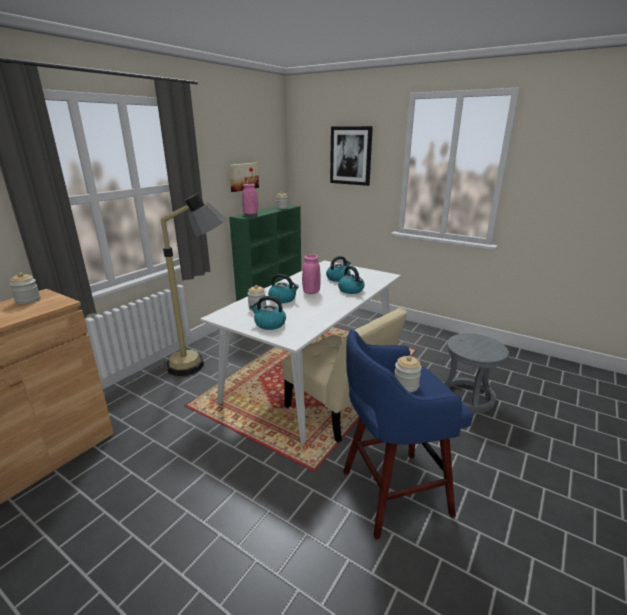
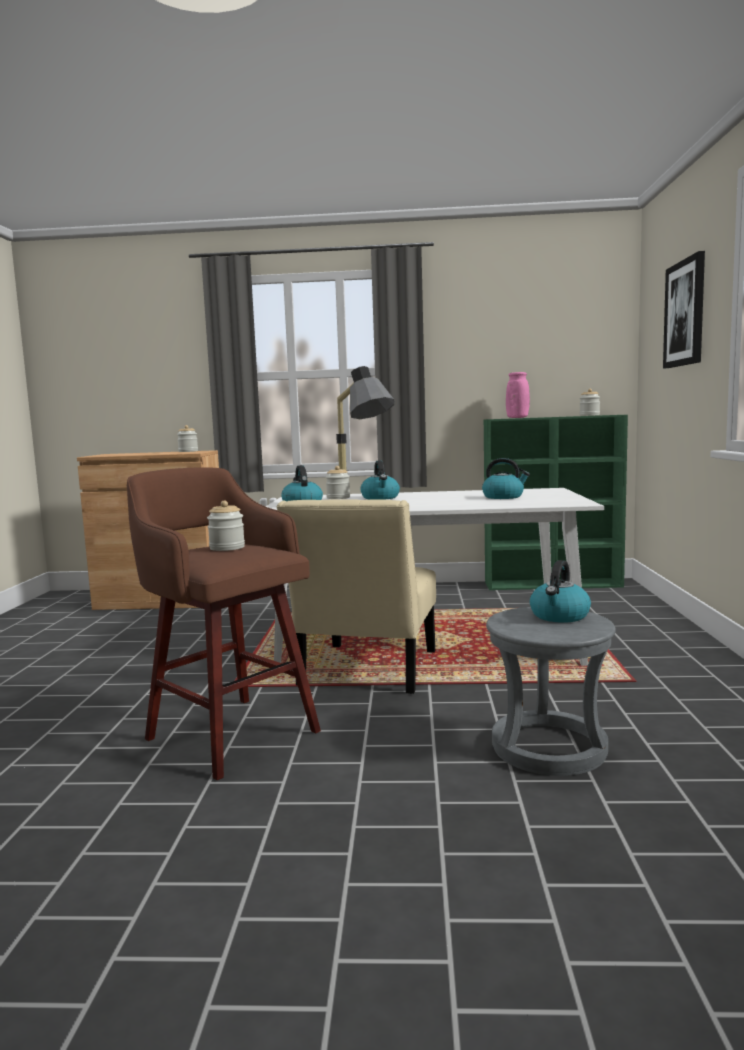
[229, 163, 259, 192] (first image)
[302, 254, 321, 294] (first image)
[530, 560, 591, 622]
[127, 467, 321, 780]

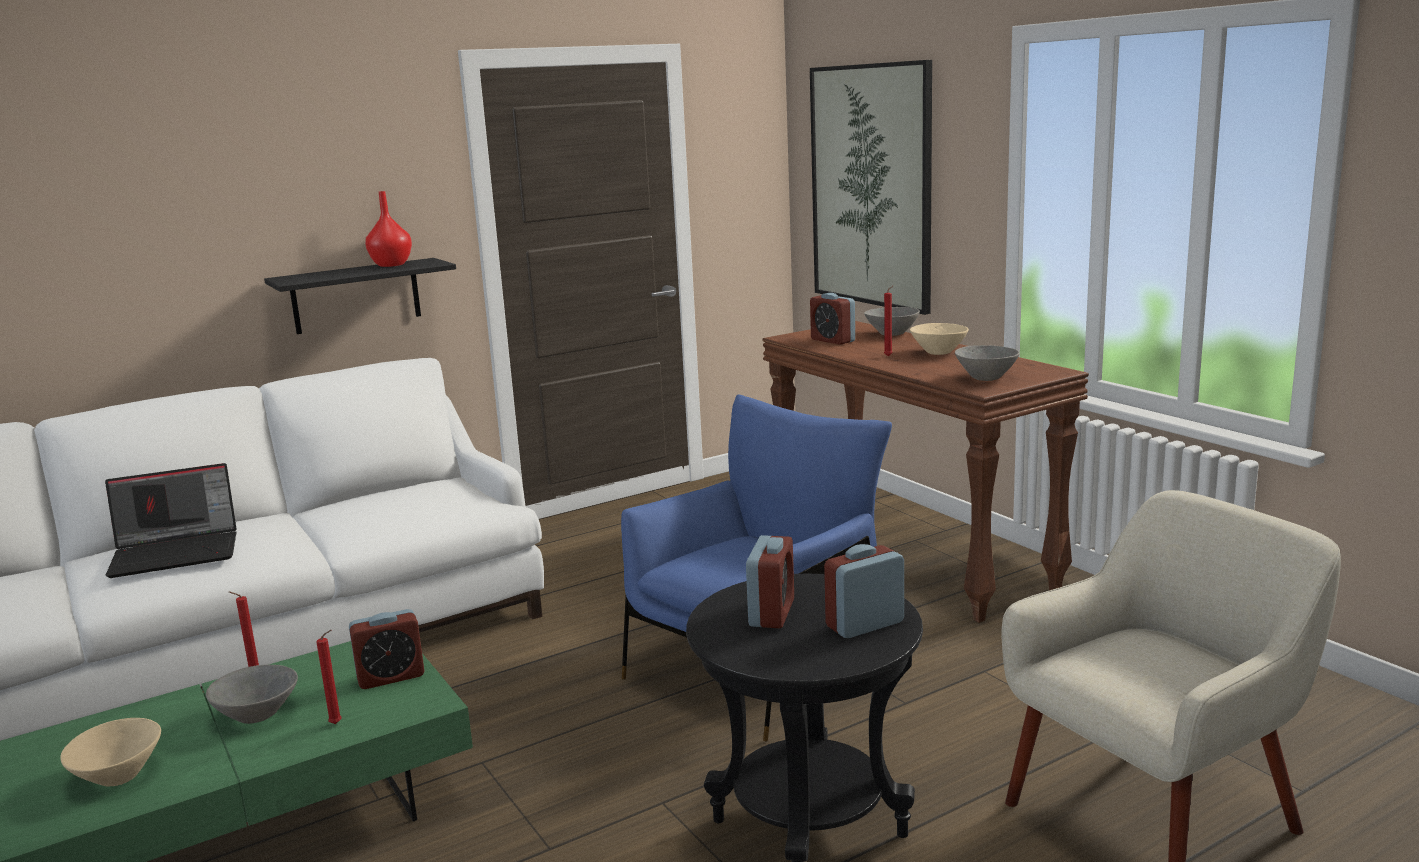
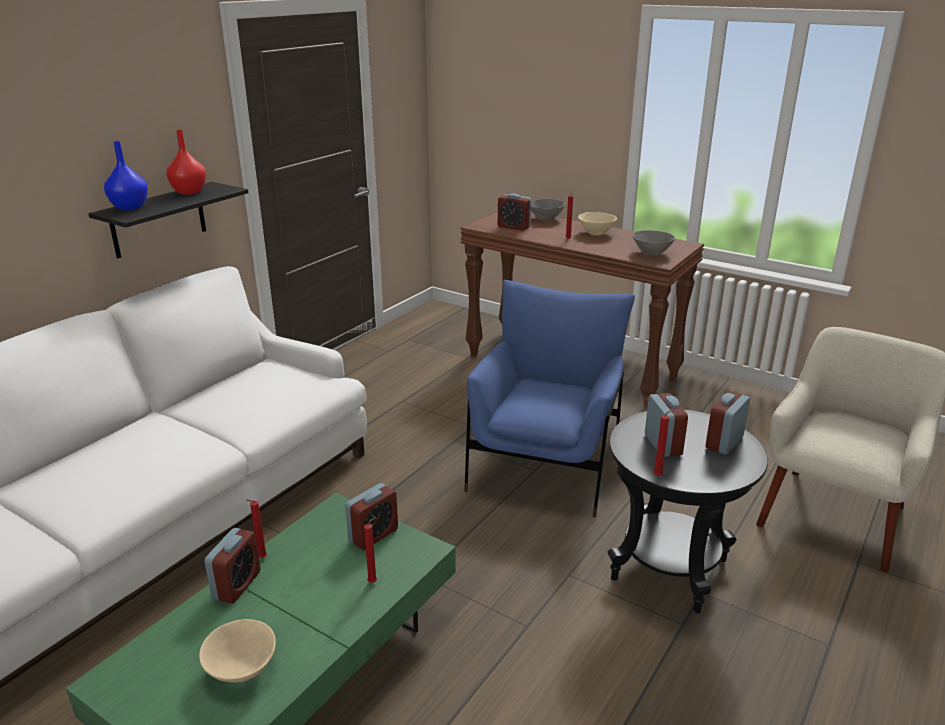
[105, 463, 237, 578] (first image)
[206, 665, 298, 724] (first image)
[810, 60, 932, 315] (first image)
[104, 141, 148, 210]
[204, 528, 261, 604]
[653, 409, 674, 476]

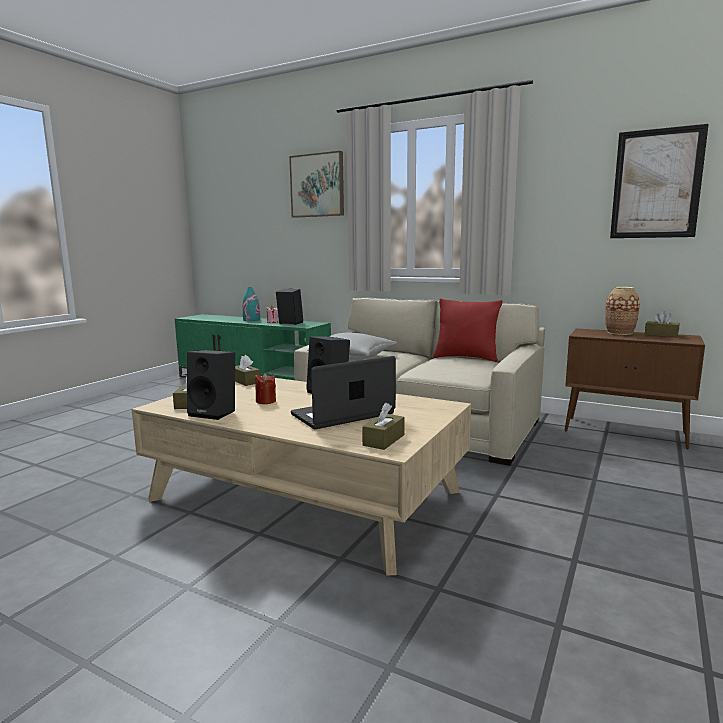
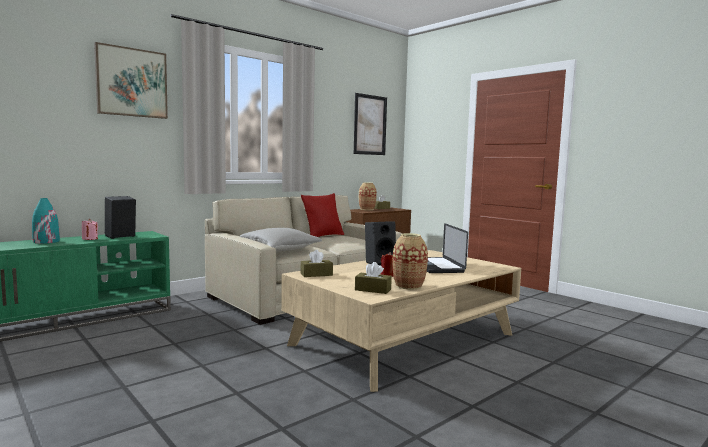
[393, 233, 428, 290]
[362, 403, 405, 450] (first image)

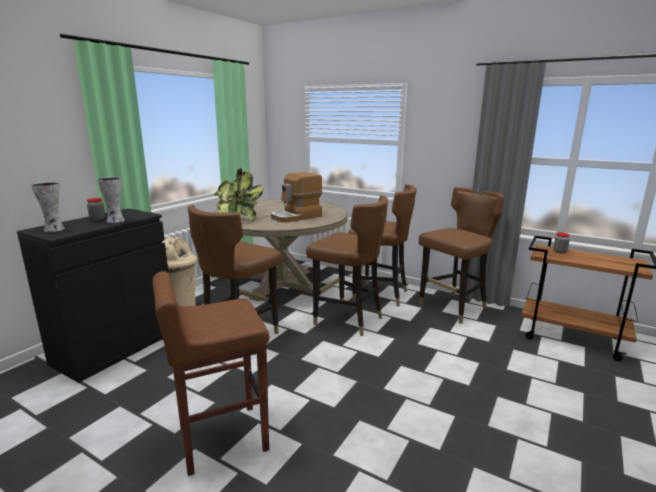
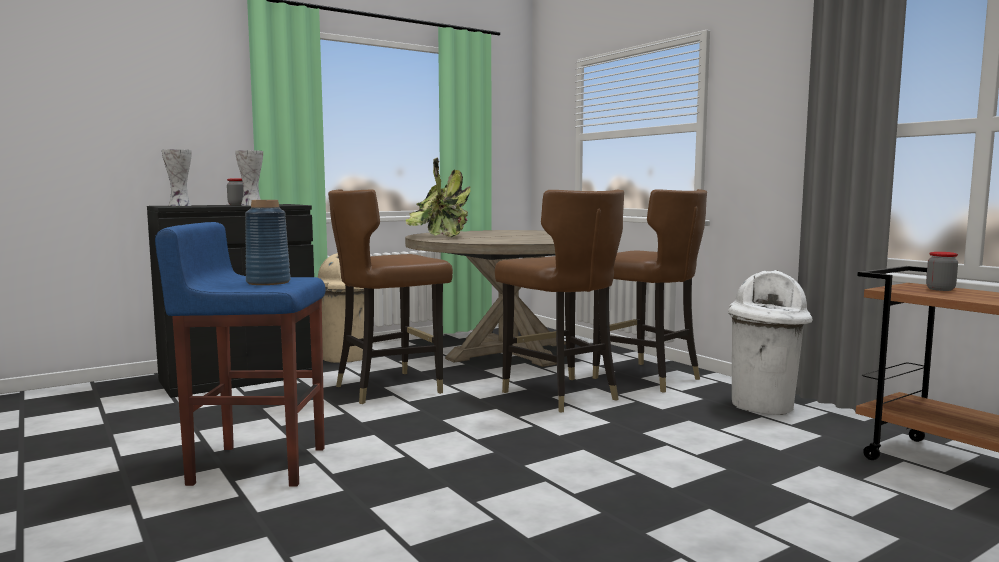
[155, 222, 325, 486]
[271, 172, 322, 223] (first image)
[728, 270, 813, 415]
[245, 200, 291, 285]

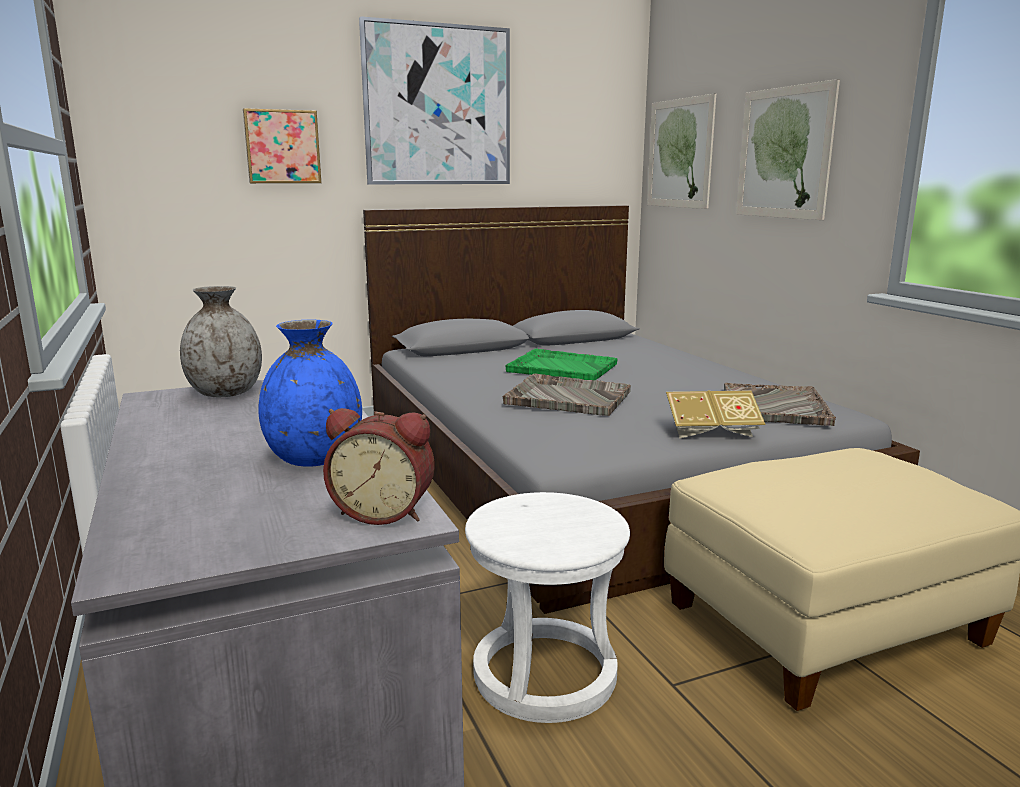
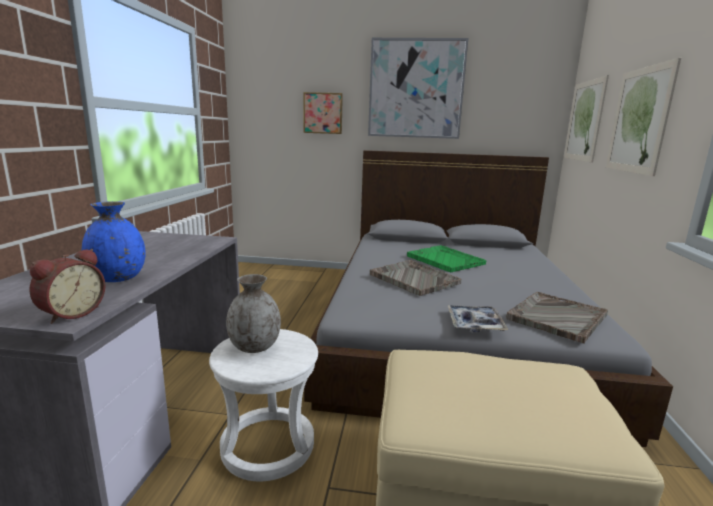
[226, 274, 281, 353]
[29, 249, 106, 324]
[448, 305, 508, 332]

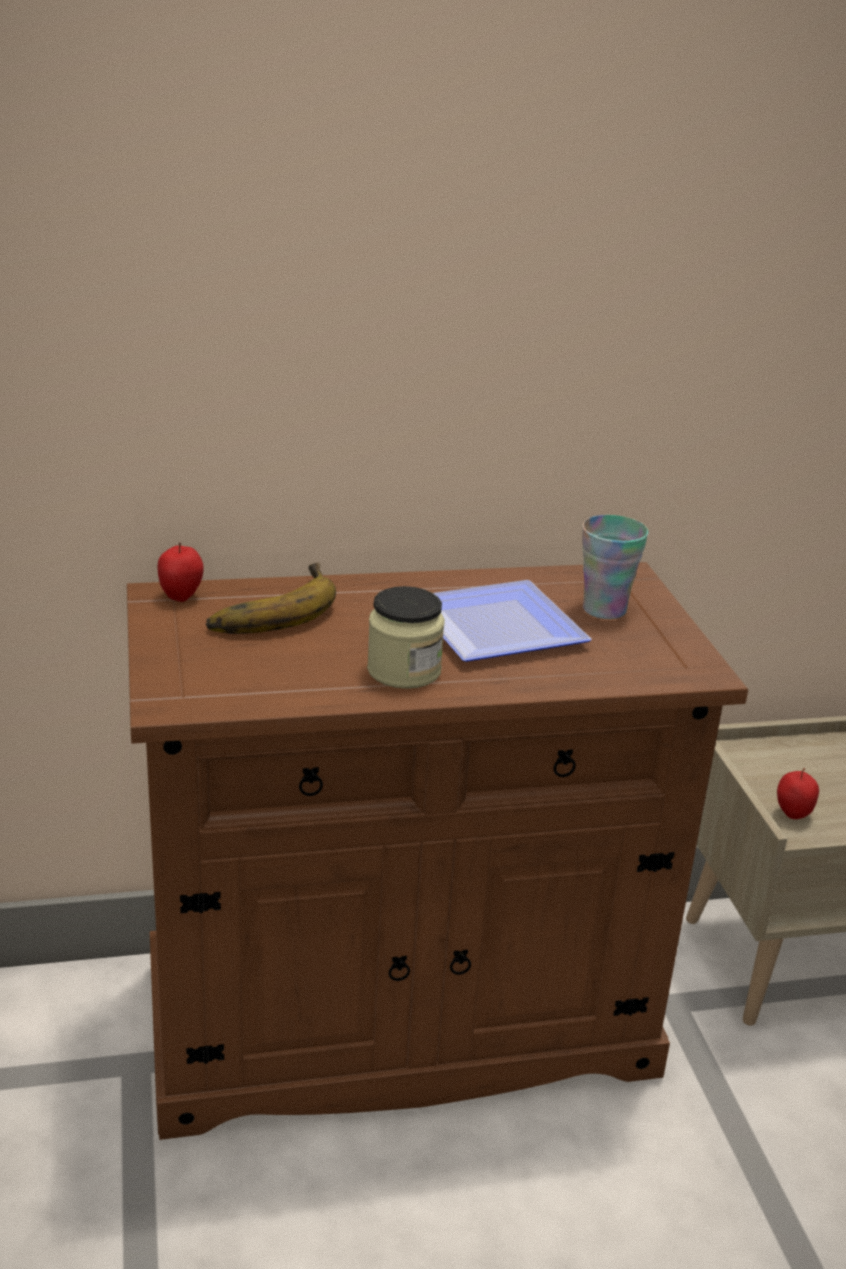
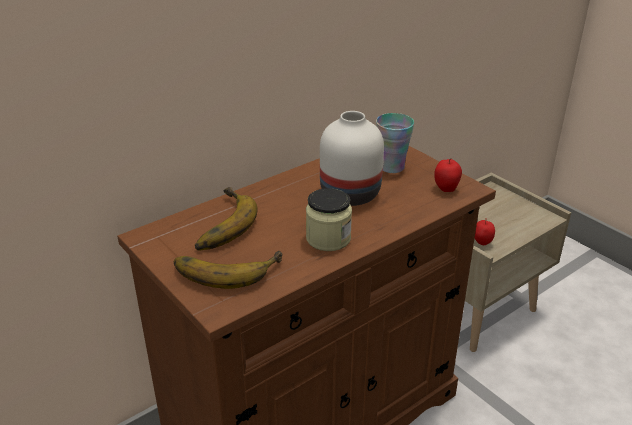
[434, 158, 462, 192]
[320, 111, 384, 206]
[174, 251, 283, 289]

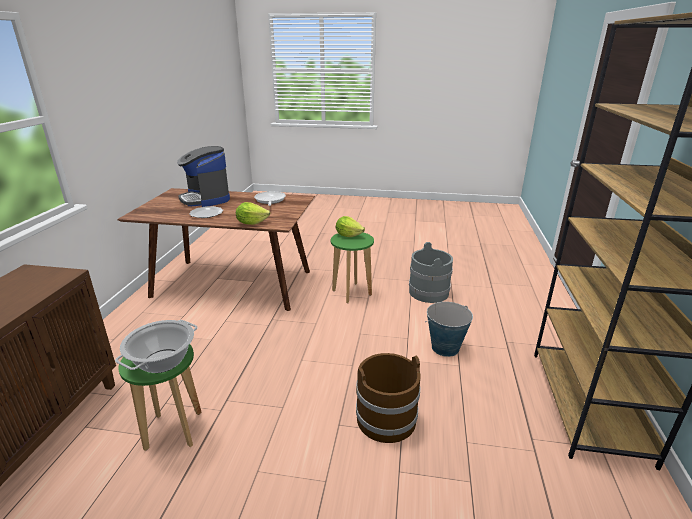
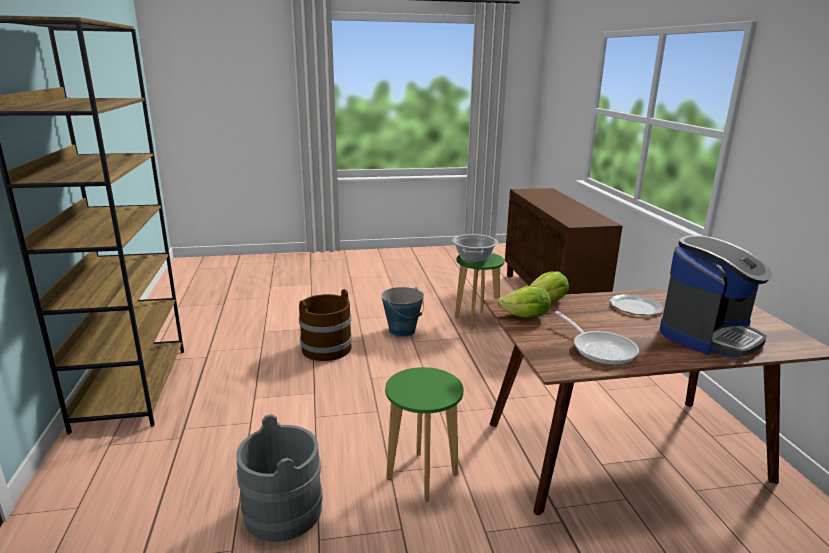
[660, 235, 772, 357]
[497, 286, 551, 318]
[381, 287, 424, 337]

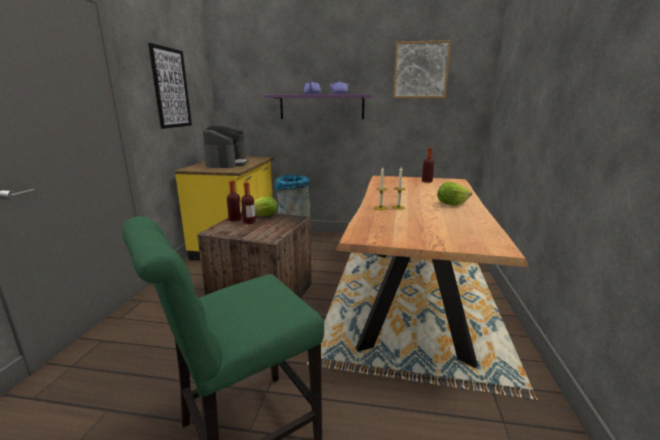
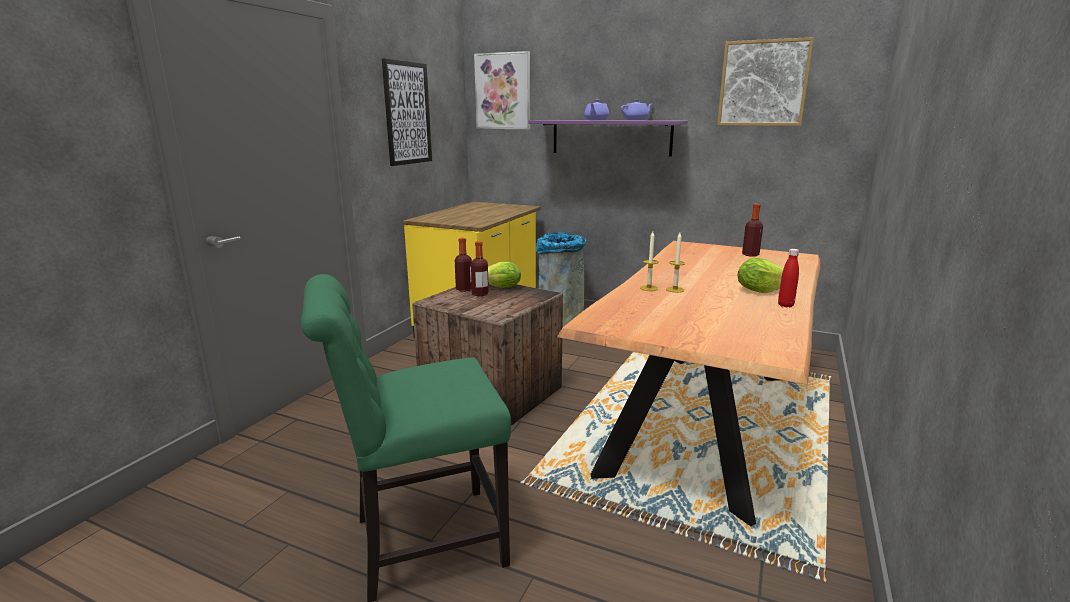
[203, 124, 249, 168] (first image)
[474, 51, 530, 130]
[778, 249, 799, 307]

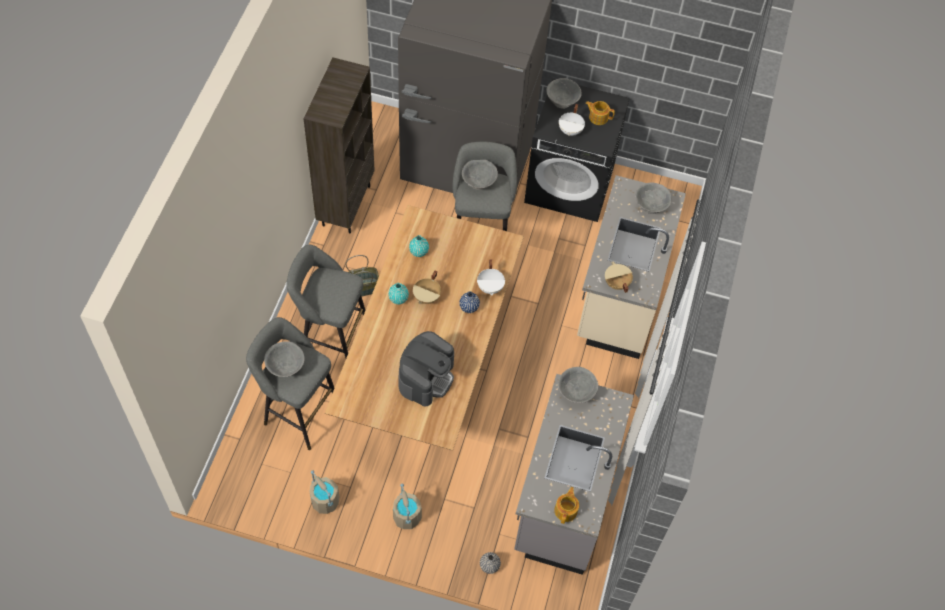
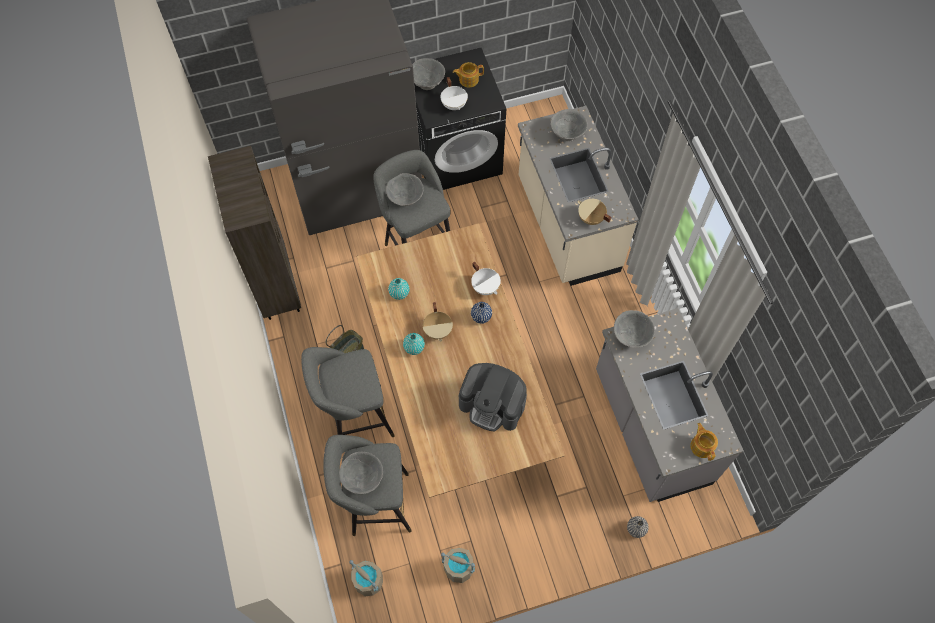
[349, 560, 383, 597]
[459, 363, 527, 432]

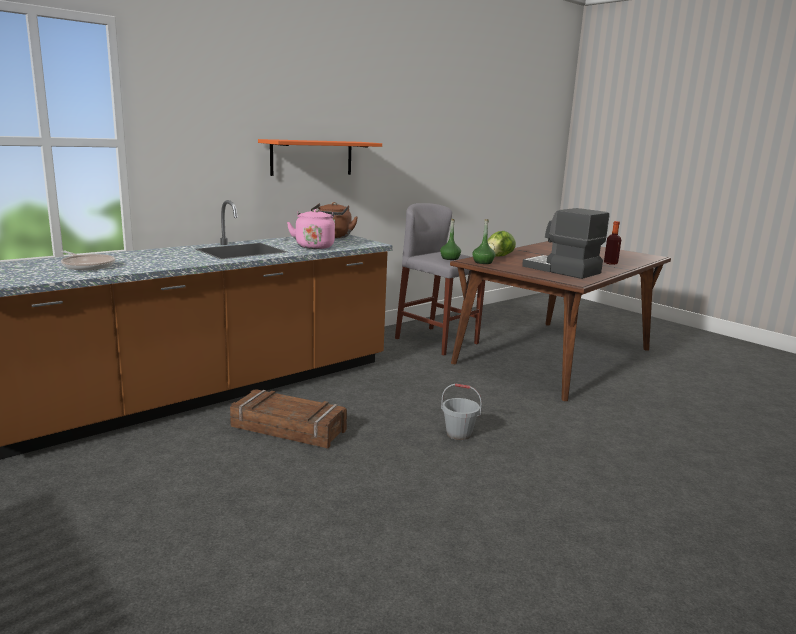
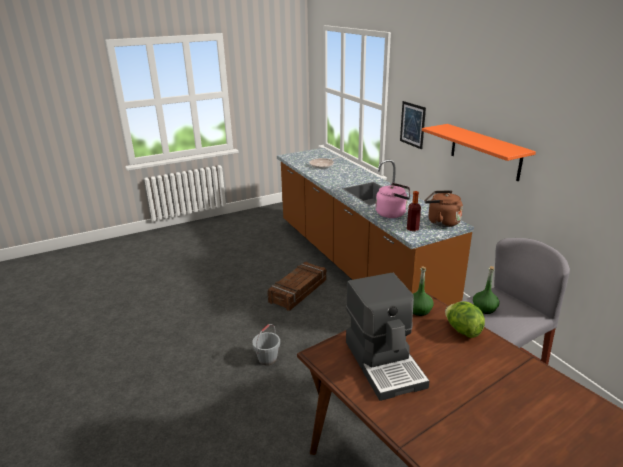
[346, 273, 430, 401]
[407, 191, 421, 231]
[400, 101, 426, 149]

